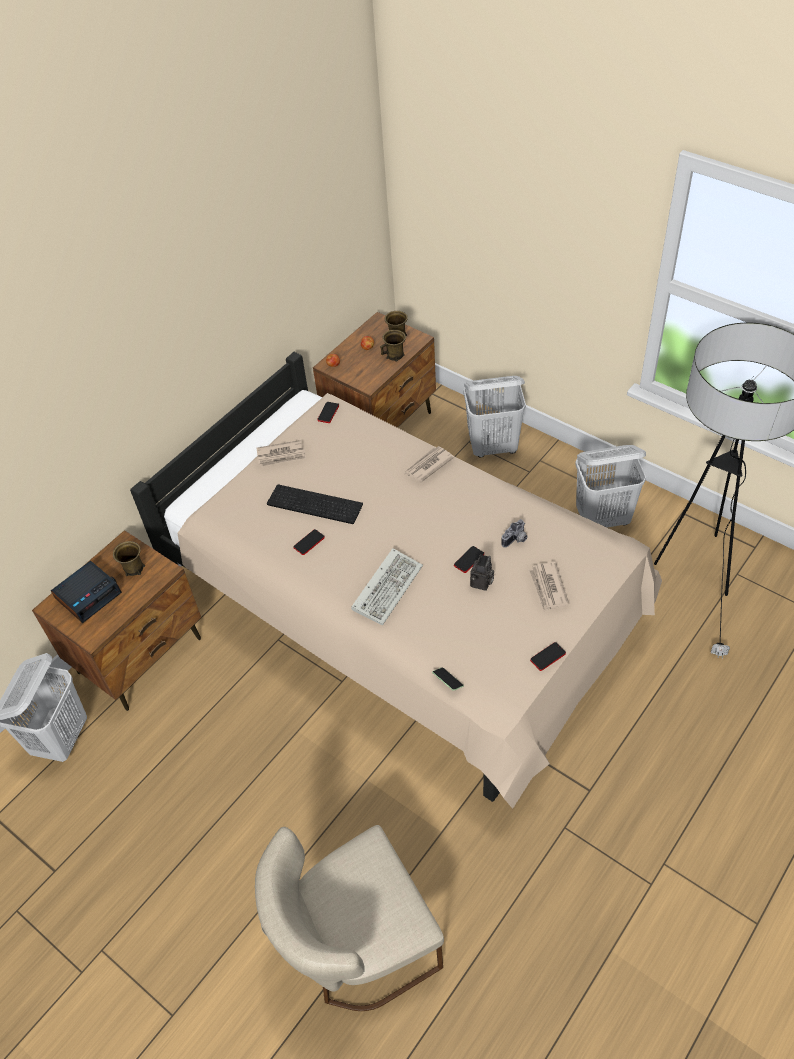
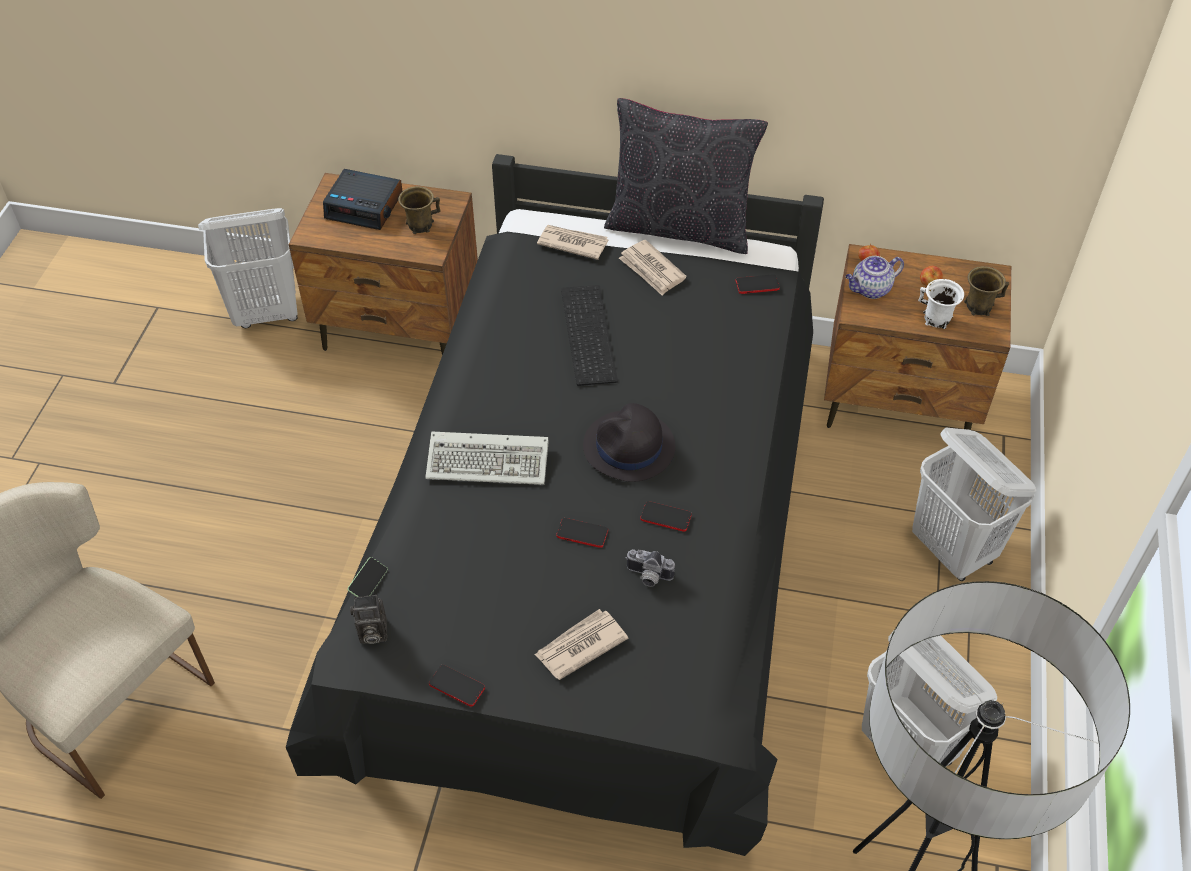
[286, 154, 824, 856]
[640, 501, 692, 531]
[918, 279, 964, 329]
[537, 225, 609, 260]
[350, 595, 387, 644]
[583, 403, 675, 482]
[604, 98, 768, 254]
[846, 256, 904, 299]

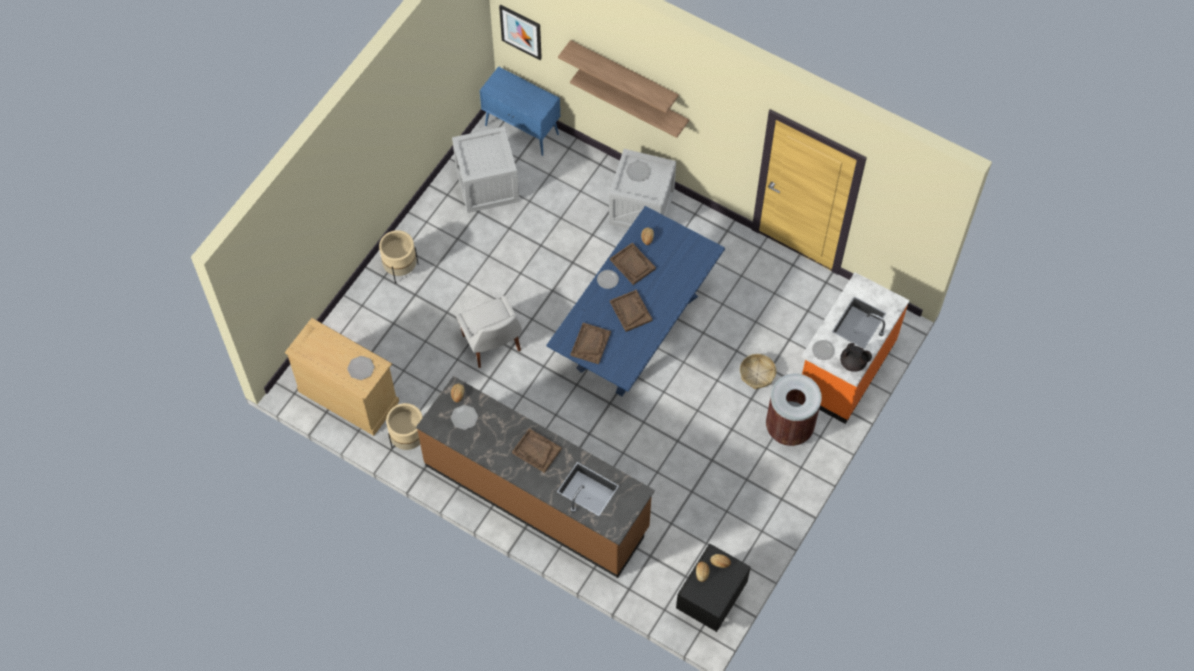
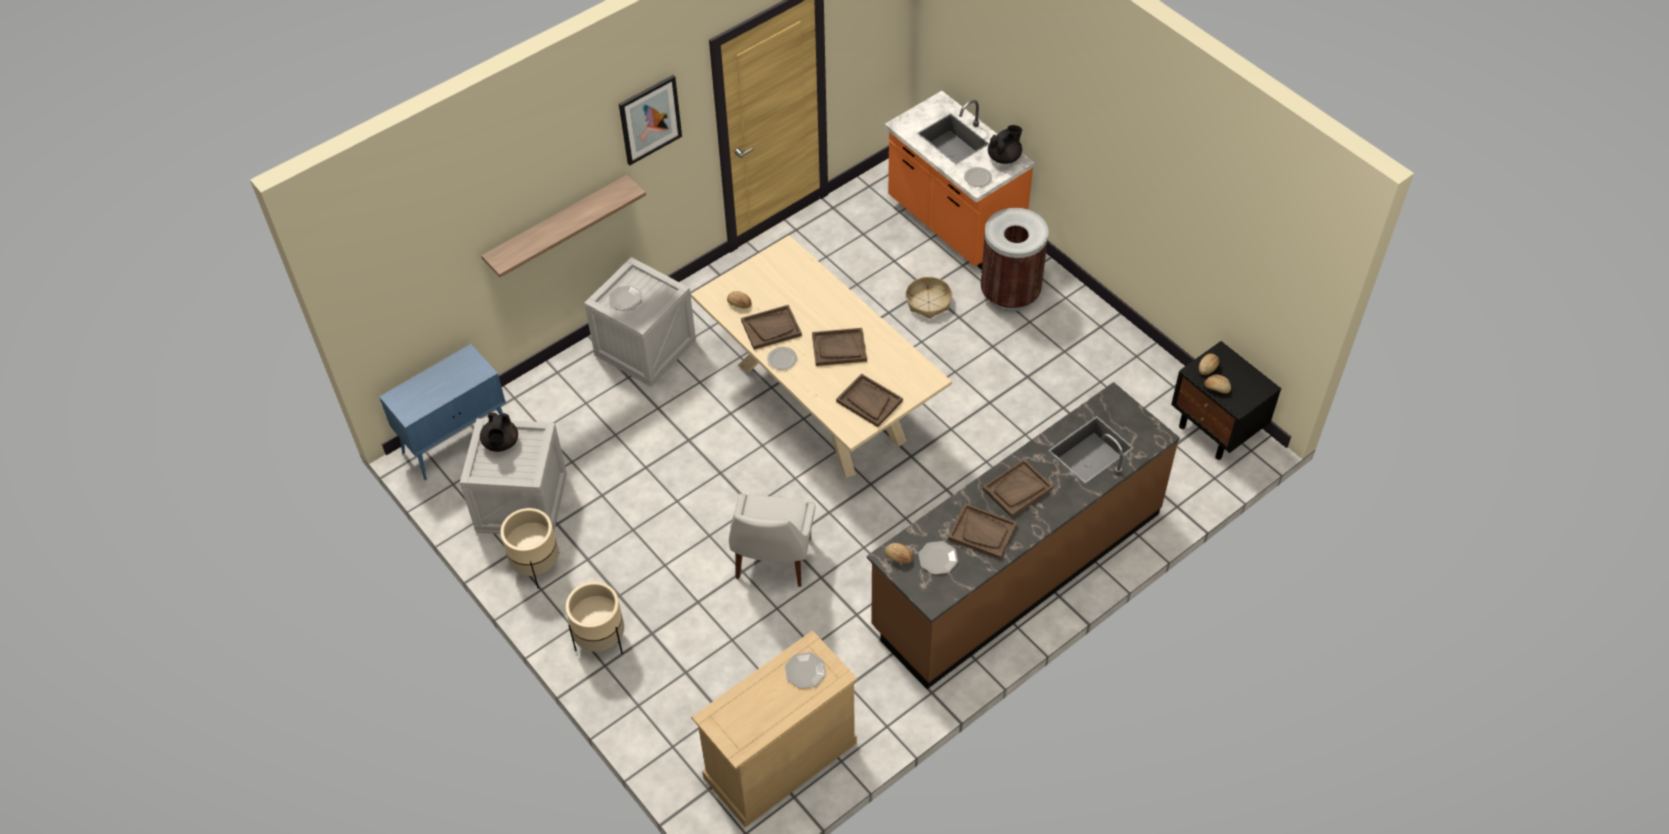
[500, 508, 559, 589]
[729, 494, 816, 587]
[619, 75, 682, 165]
[691, 235, 952, 478]
[558, 40, 679, 113] (first image)
[480, 412, 518, 452]
[948, 503, 1017, 560]

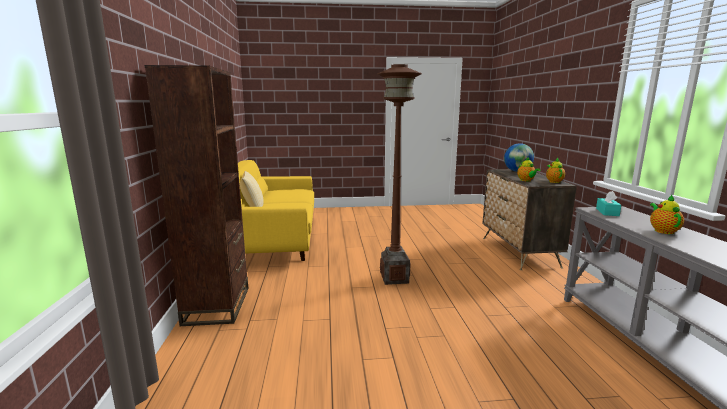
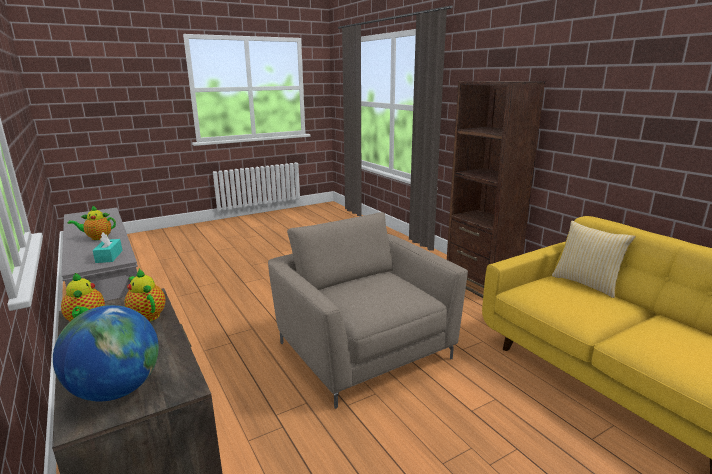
[268, 212, 468, 409]
[68, 205, 116, 240]

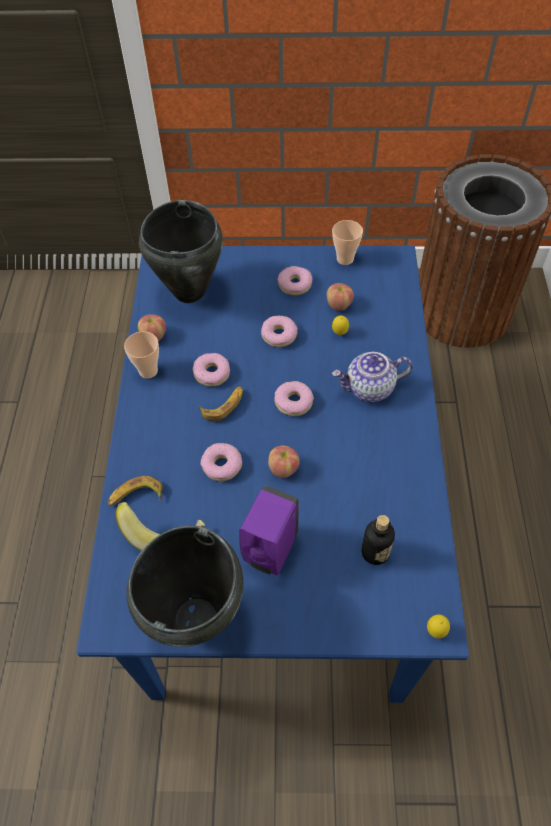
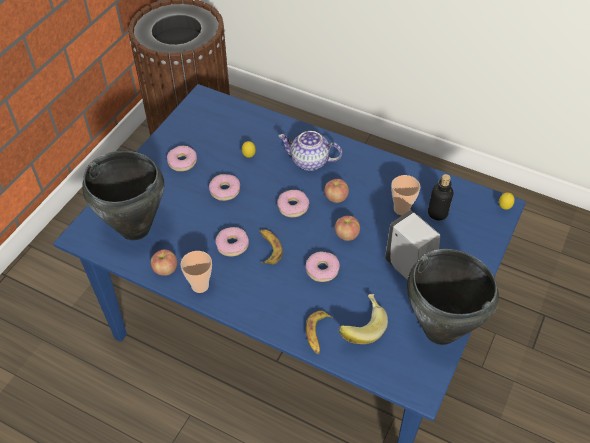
[385, 210, 440, 280]
[324, 179, 349, 203]
[391, 175, 420, 215]
[278, 131, 342, 171]

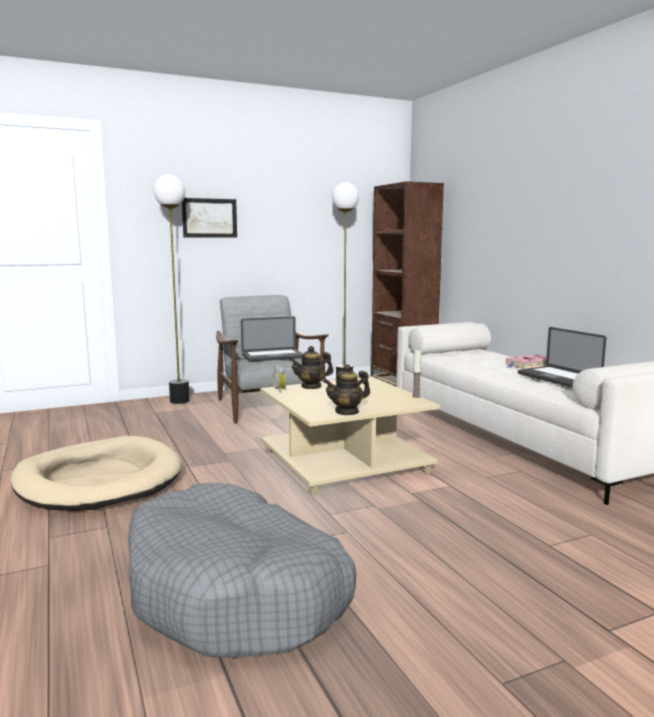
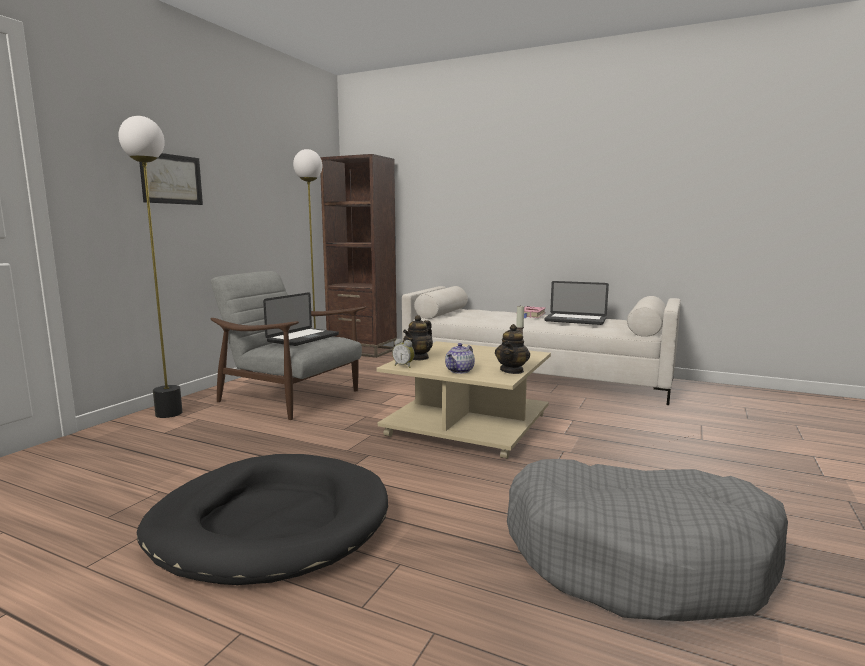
[137, 454, 388, 585]
[445, 343, 475, 374]

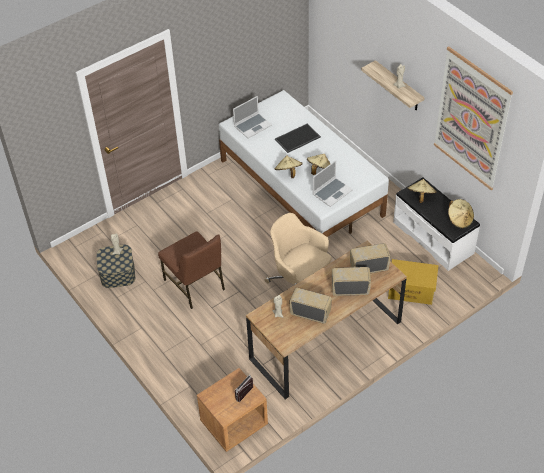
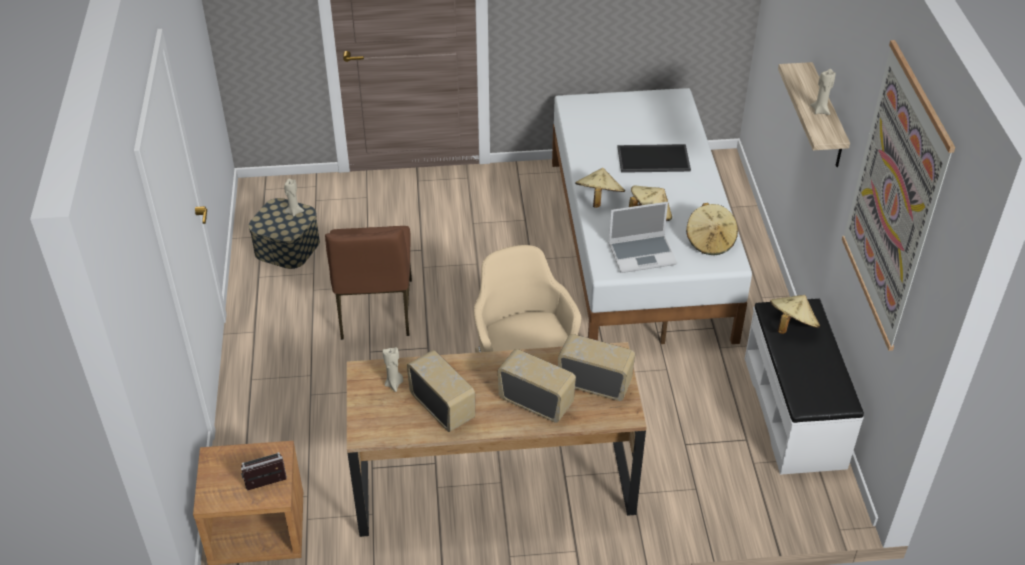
[233, 96, 272, 138] (first image)
[388, 259, 438, 305] (first image)
[686, 203, 738, 255]

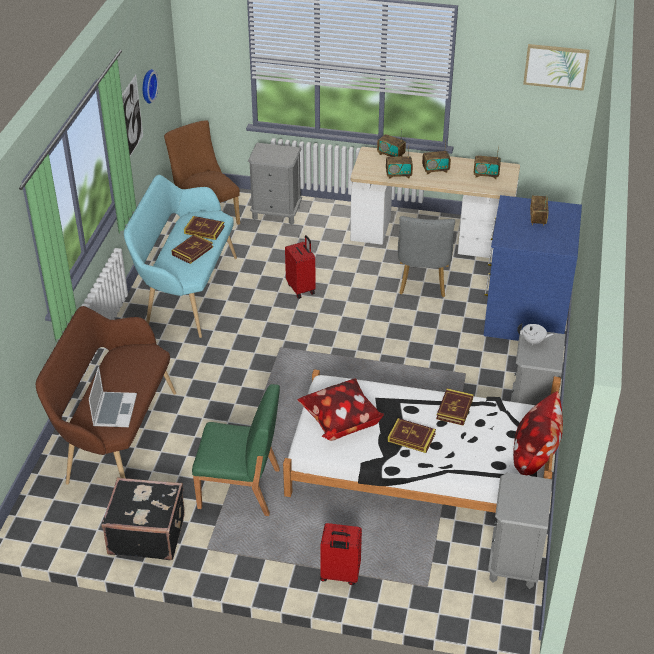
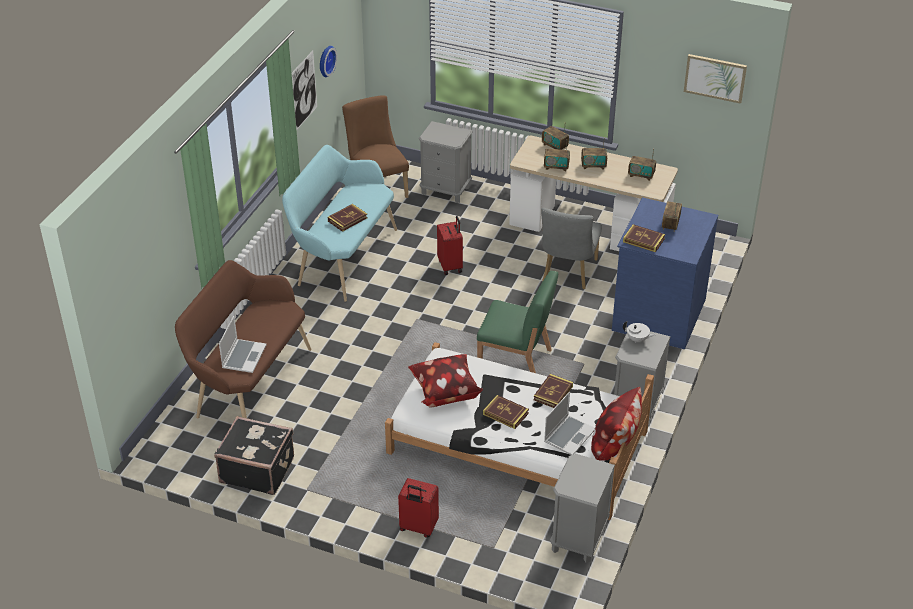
[623, 224, 665, 252]
[477, 271, 558, 373]
[544, 392, 595, 455]

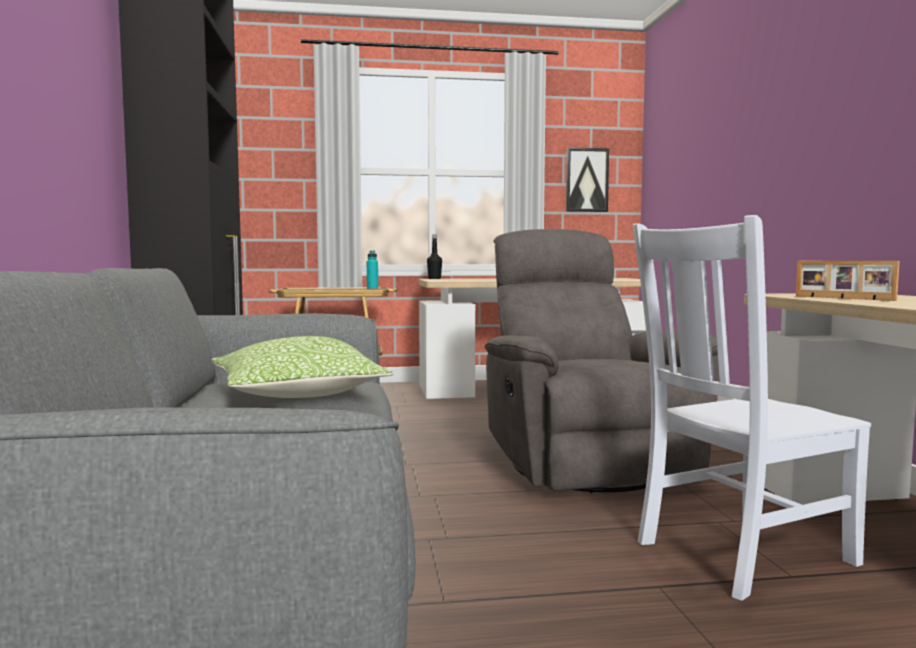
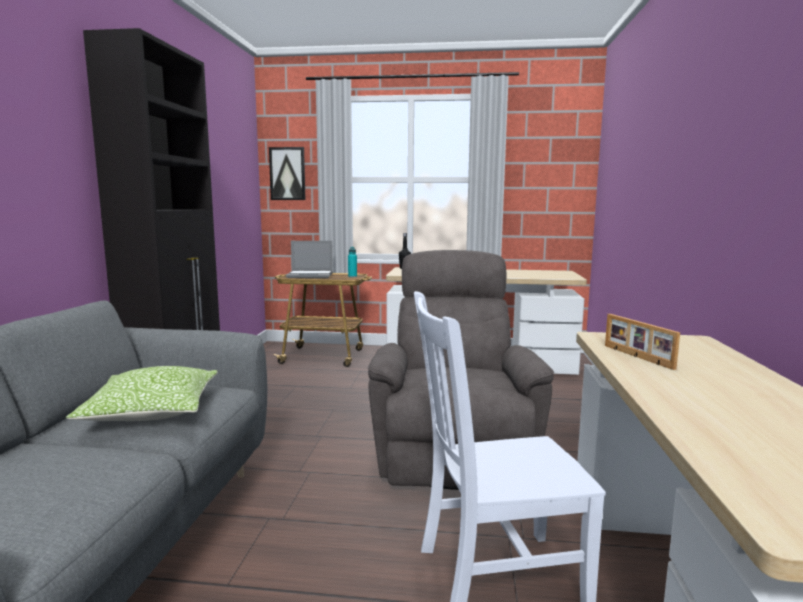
[269, 147, 306, 200]
[286, 241, 333, 278]

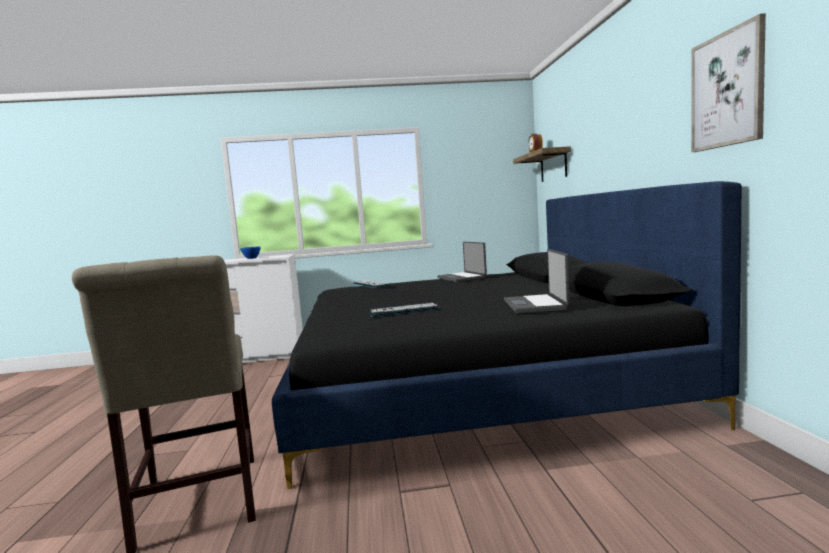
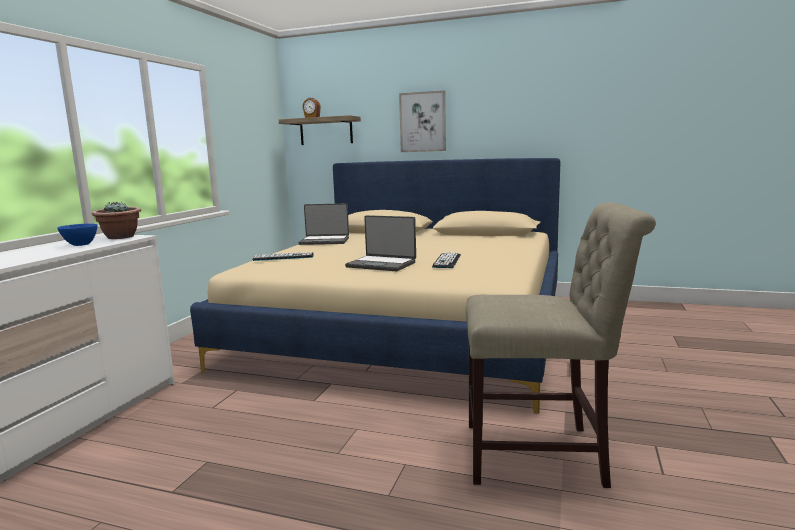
[190, 158, 561, 414]
[345, 215, 416, 271]
[399, 90, 446, 152]
[92, 202, 141, 239]

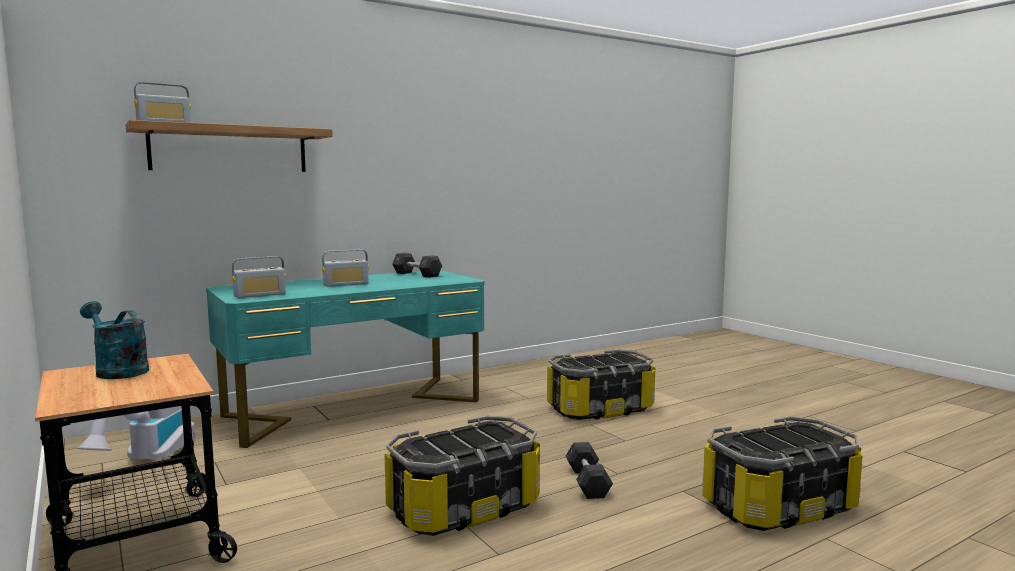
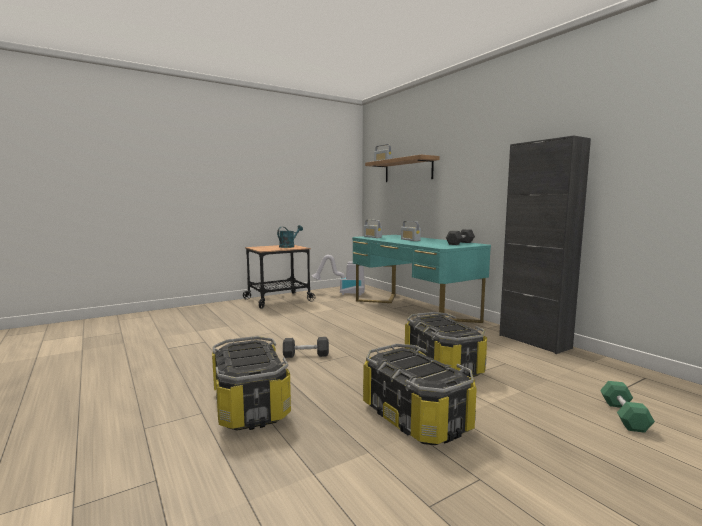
[363, 344, 477, 445]
[499, 135, 591, 354]
[600, 381, 655, 433]

